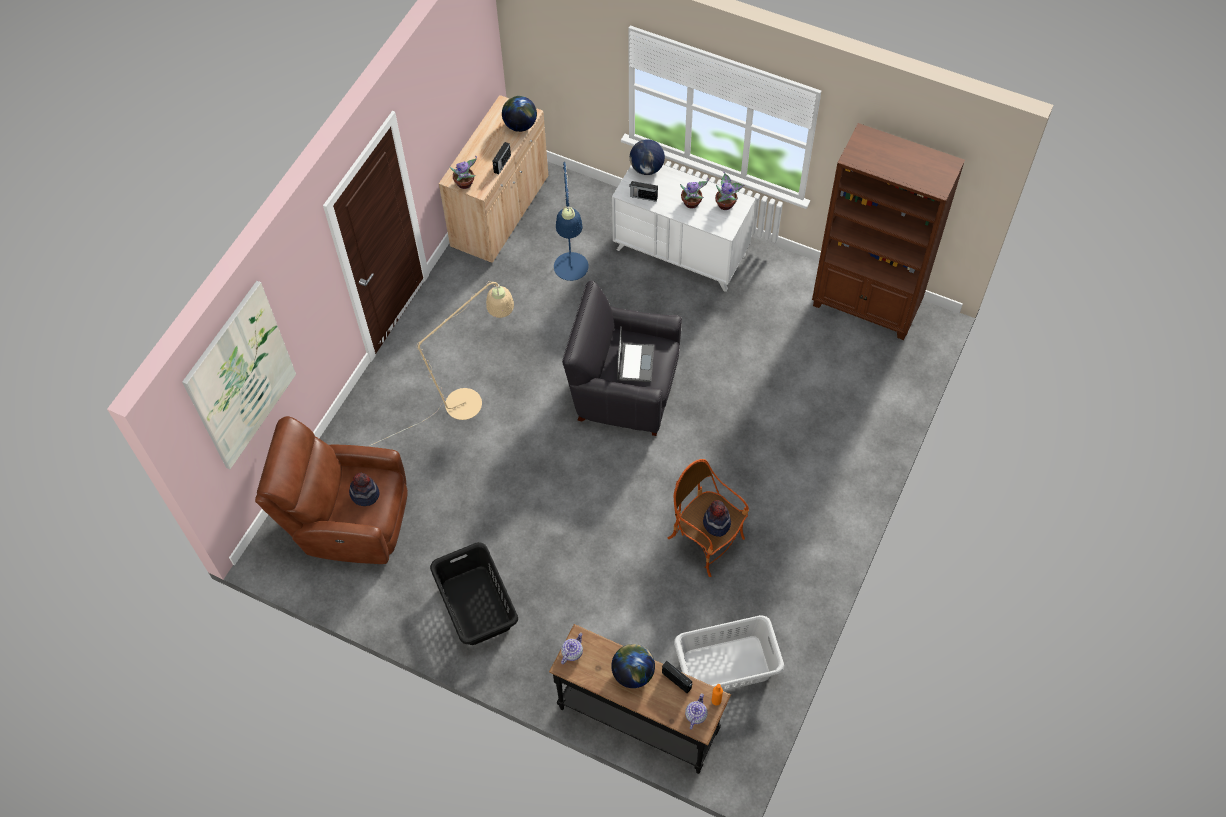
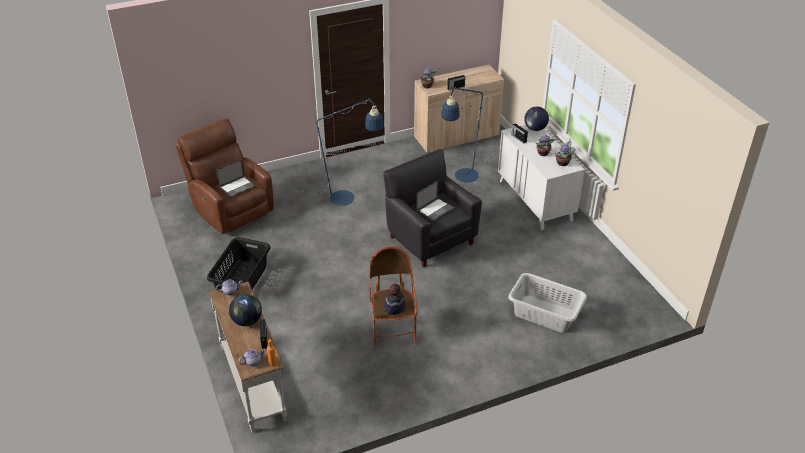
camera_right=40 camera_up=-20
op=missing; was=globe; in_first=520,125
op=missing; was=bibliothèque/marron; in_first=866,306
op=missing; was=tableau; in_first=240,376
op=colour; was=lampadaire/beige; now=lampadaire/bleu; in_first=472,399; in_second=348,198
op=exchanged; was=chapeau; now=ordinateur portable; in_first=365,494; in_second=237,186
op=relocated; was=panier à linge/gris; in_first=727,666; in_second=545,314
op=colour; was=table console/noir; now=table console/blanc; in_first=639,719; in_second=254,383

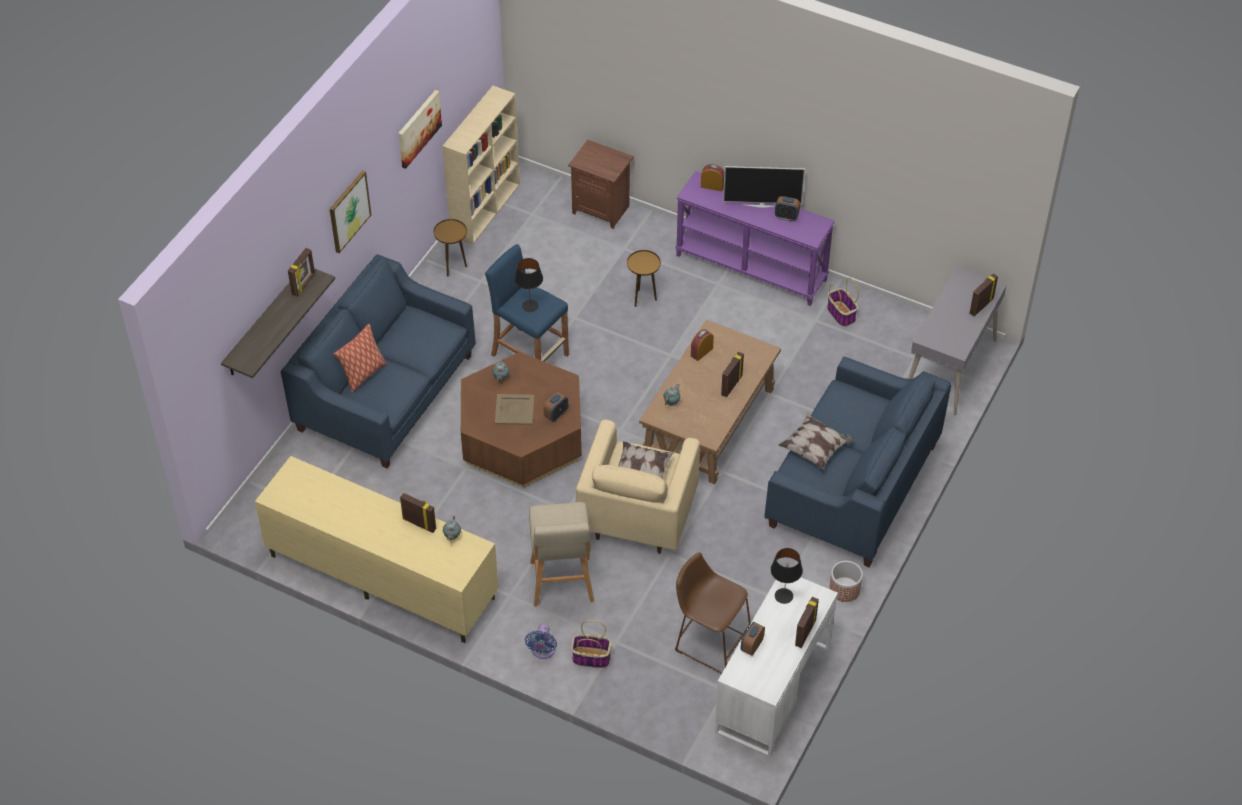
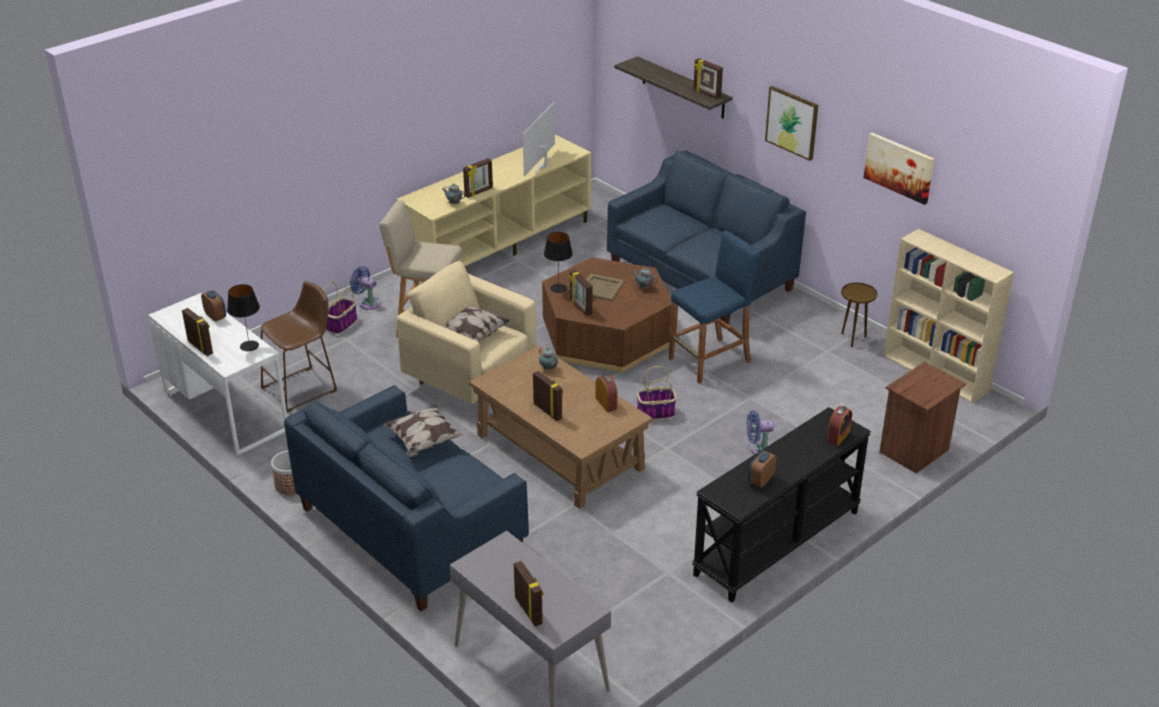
camera_right=110 camera_up=-15
op=relocated; was=téléviseur; in_first=762,205; in_second=543,166
op=colour; was=table console/violet; now=table console/noir; in_first=752,267; in_second=778,544
op=exchanged; was=table d'appoint/marron; now=ventilateur/bleu; in_first=643,298; in_second=759,449
op=relocated; was=lampe de table/noir; in_first=530,305; in_second=558,288
op=relocated; was=panier; in_first=841,314; in_second=655,413
op=missing; was=coussin; in_first=363,374
op=exchanged; was=réveil; now=cadre photo; in_first=556,415; in_second=580,307

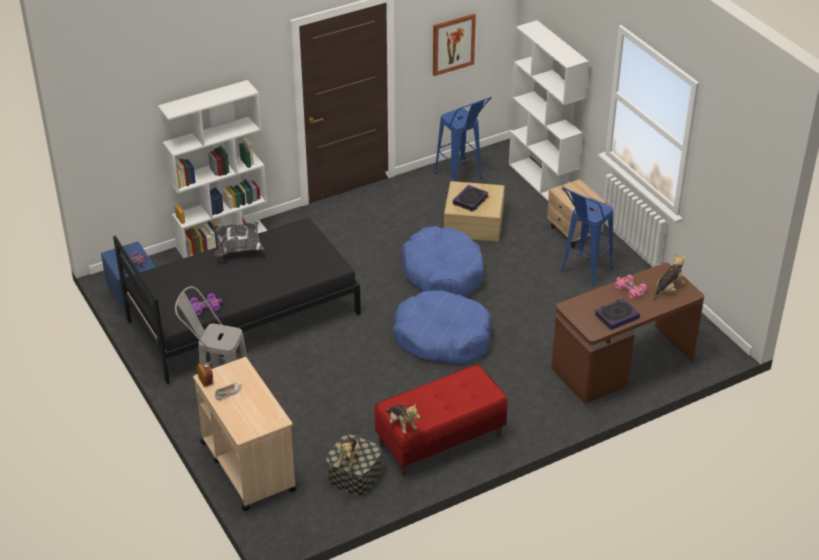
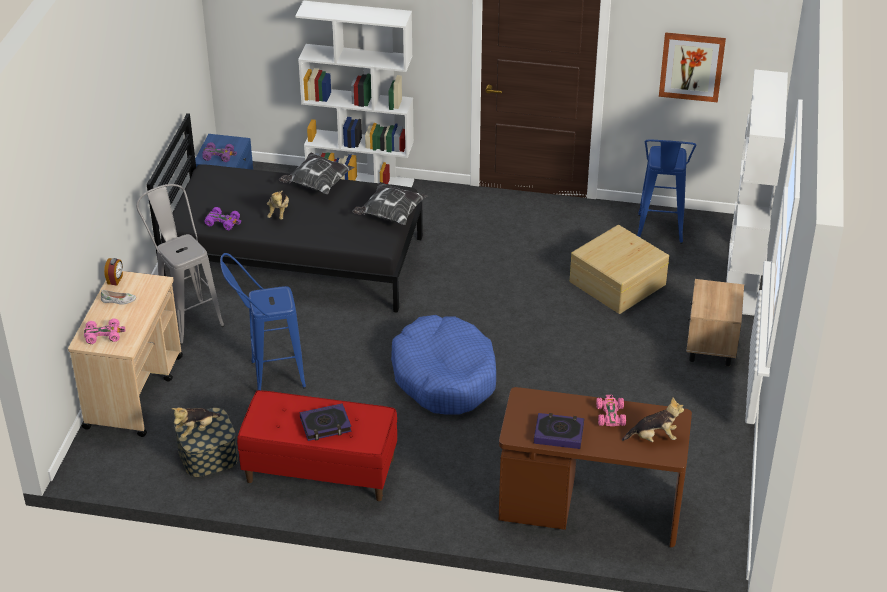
camera_right=40 camera_up=0
op=relocated; was=livre; in_first=470,200; in_second=325,425
op=relocated; was=tabouret/bleu; in_first=582,273; in_second=268,376
op=missing; was=panier pour chien/bleu; in_first=443,273
op=relocated; was=peluche; in_first=402,425; in_second=279,213
op=appeared; now=coussin; in_second=390,214
op=appeared; now=petite voiture/rose; in_second=104,335

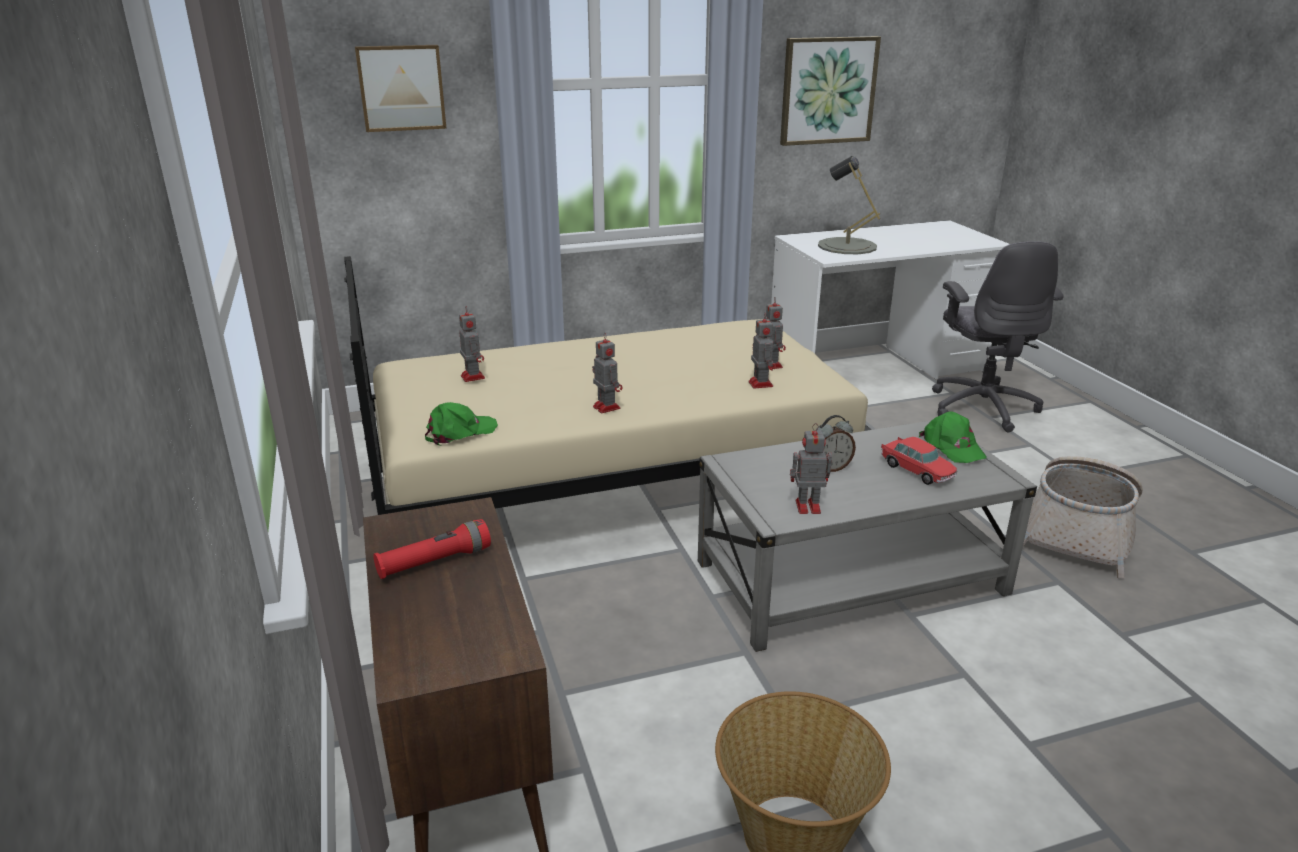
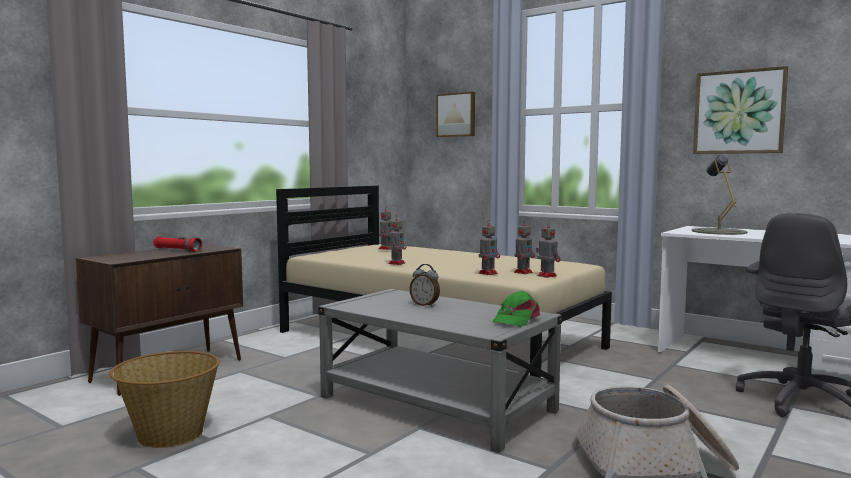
camera_right=55 camera_up=-20
op=missing; was=casquette/vert; in_first=459,432
op=relocated; was=robot jouet; in_first=806,507; in_second=546,275
op=missing; was=petite voiture; in_first=917,471

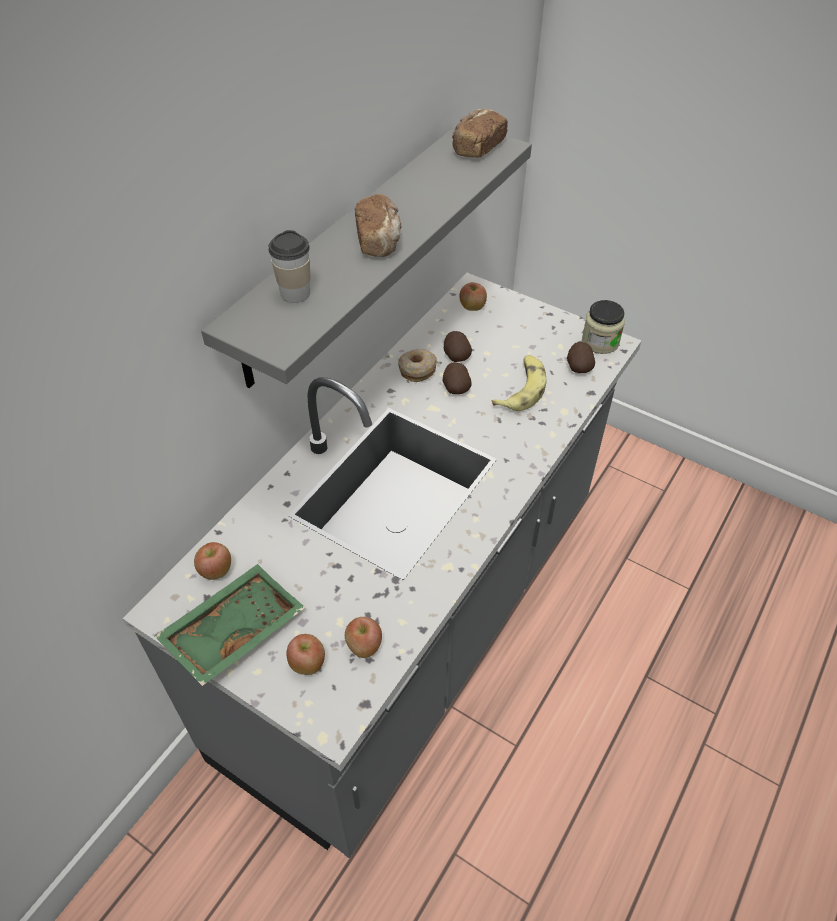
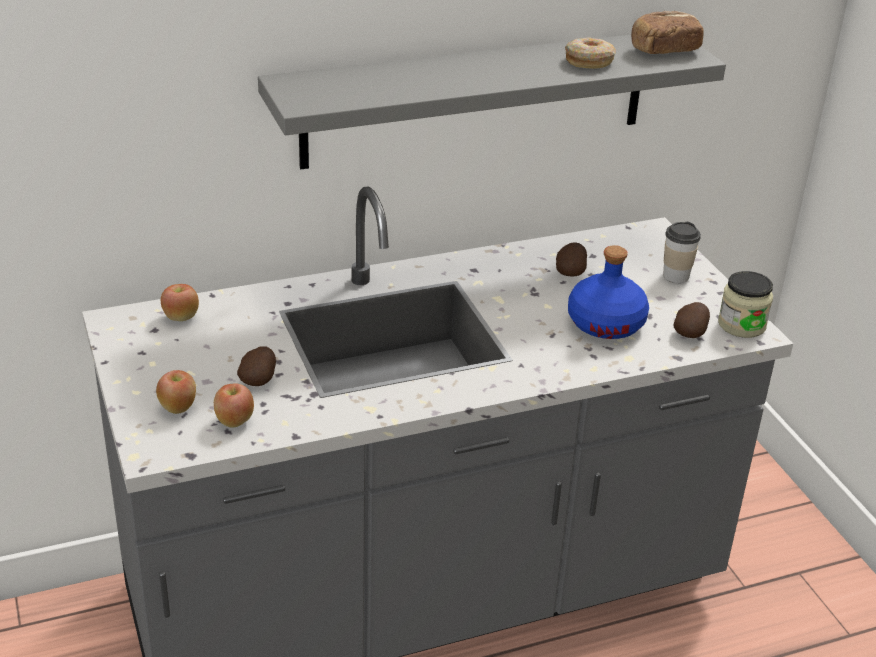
camera_right=35 camera_up=-15
op=missing; was=pain; in_first=379,240
op=relocated; was=tasse; in_first=295,293; in_second=676,276
op=missing; was=pomme; in_first=472,308
op=relocated; was=beignet; in_first=417,370; in_second=589,61
op=exchanged; was=banane; now=bouteille/bleu; in_first=521,389; in_second=605,323
op=relocated; was=pomme de terre; in_first=455,387; in_second=259,379
op=missing; was=plateau/vert; in_first=233,629

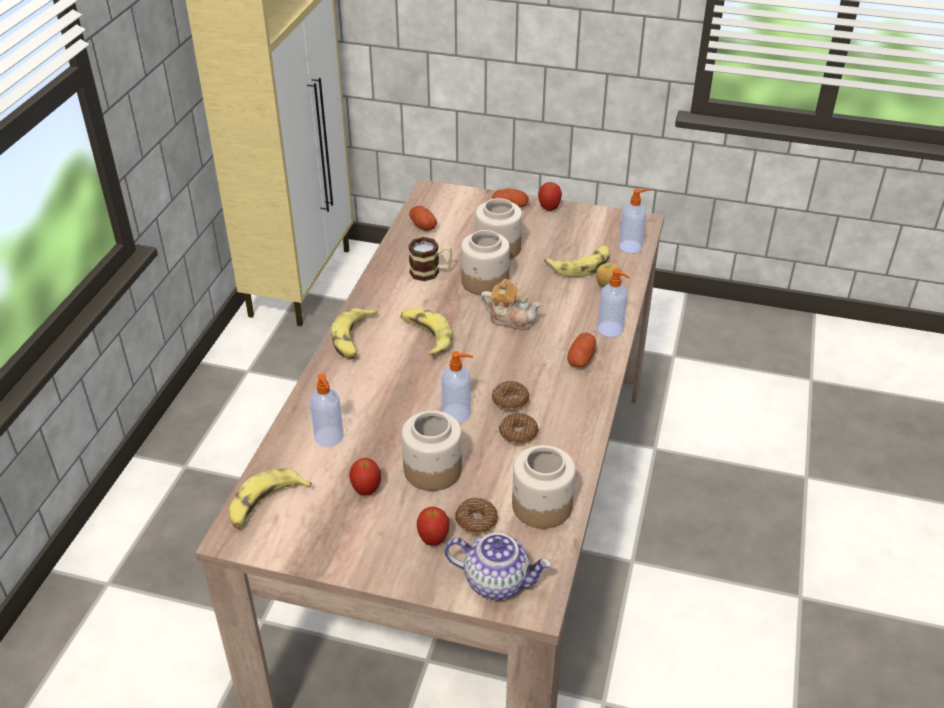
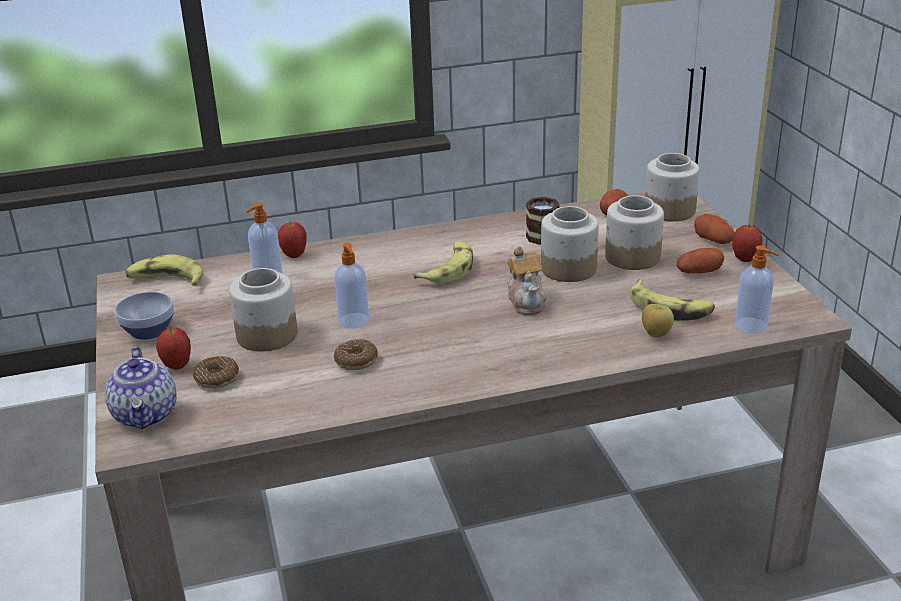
camera_right=60 camera_up=-10
op=missing; was=distributeur de savon; in_first=611,329
op=missing; was=banane; in_first=354,339
op=relocated; was=pomme de terre; in_first=581,359; in_second=699,272
op=missing; was=beignet; in_first=510,400
op=relocated; was=bocal; in_first=541,506; in_second=669,210
op=relocated; was=pomme; in_first=366,490; in_second=294,255
op=appeared; now=bol; in_second=147,331

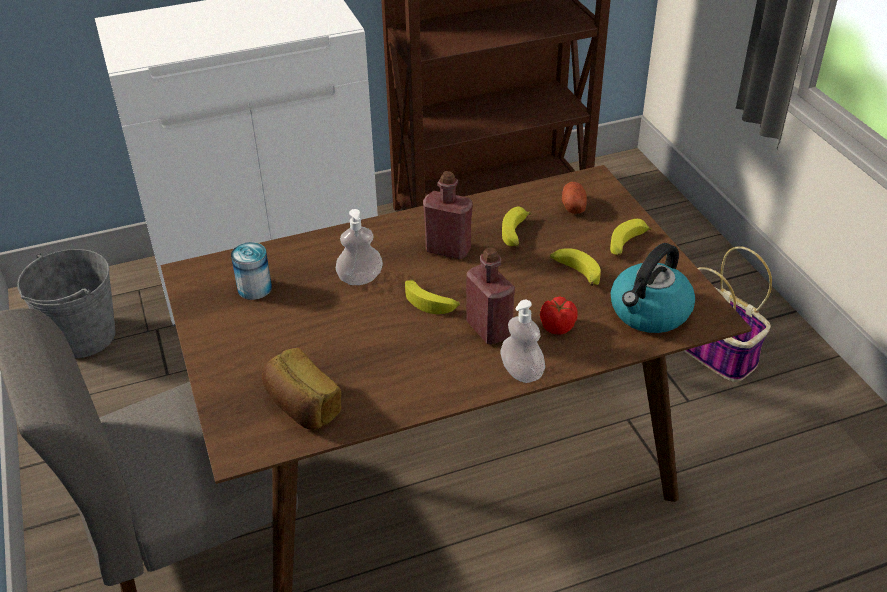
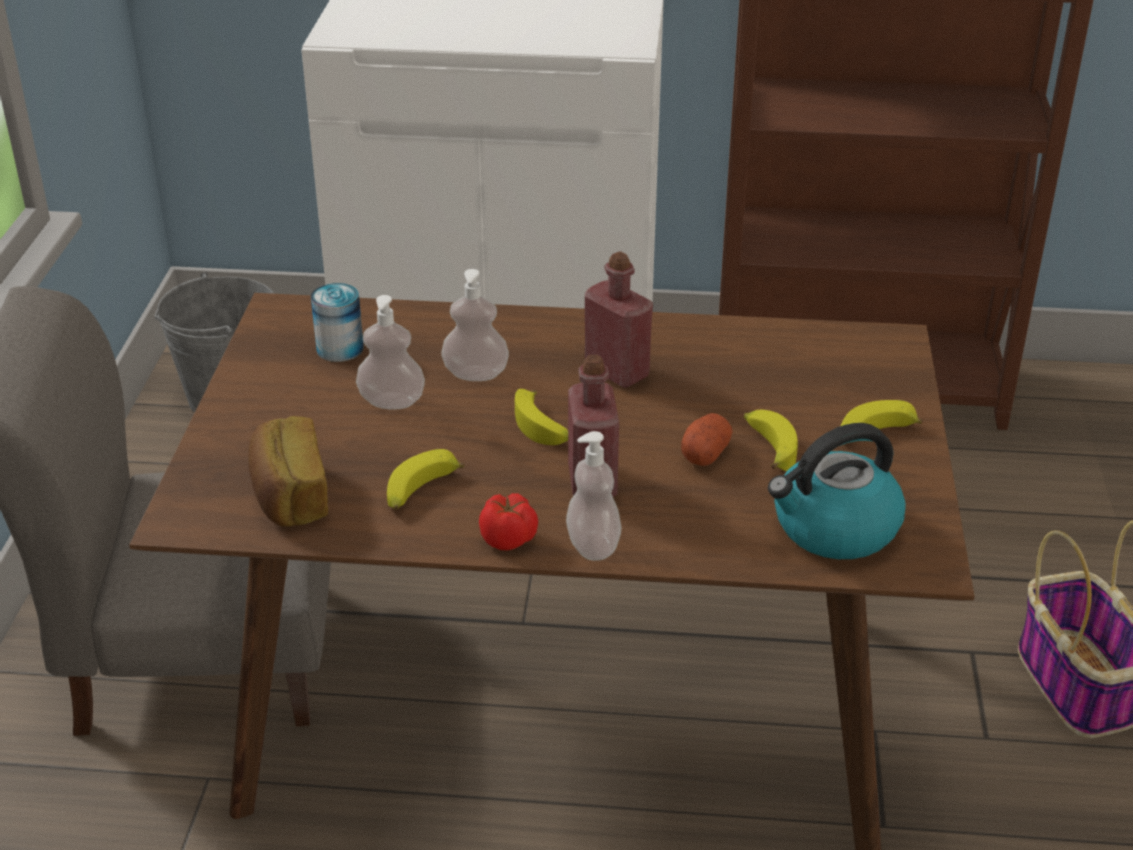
camera_right=25 camera_up=-5
op=relocated; was=pomme de terre; in_first=573,206; in_second=705,453
op=relocated; was=banane; in_first=516,234; in_second=420,492
op=relocated; was=tomate; in_first=558,326; in_second=509,539
op=appeared; now=distributeur de savon; in_second=392,402

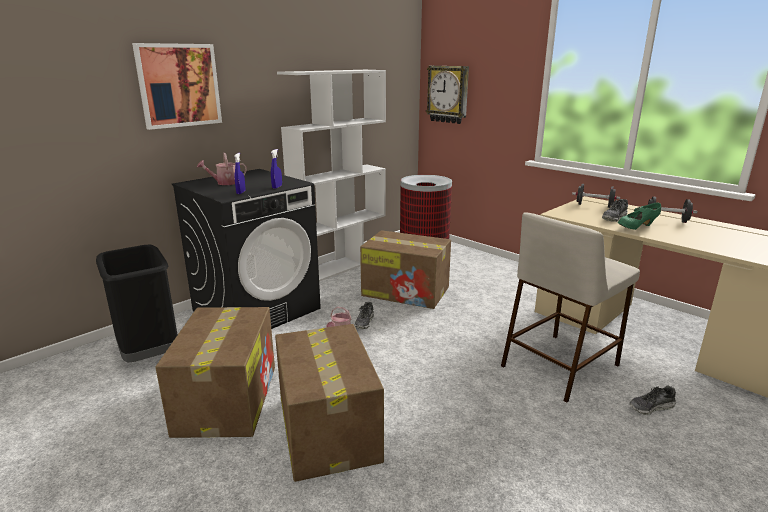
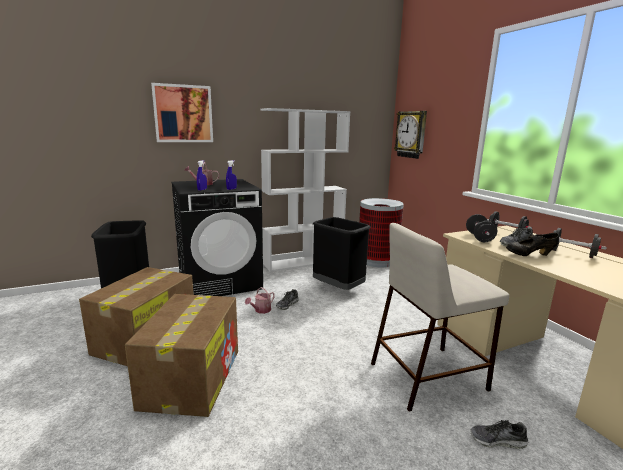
camera_right=20 camera_up=-5
op=colour; was=chaussure/vert; now=chaussure/noir; in_first=637,228; in_second=529,255
op=exchanged; was=carton; now=poubelle/noir; in_first=406,291; in_second=338,288
op=appeared; now=haltère/noir; in_second=479,238

